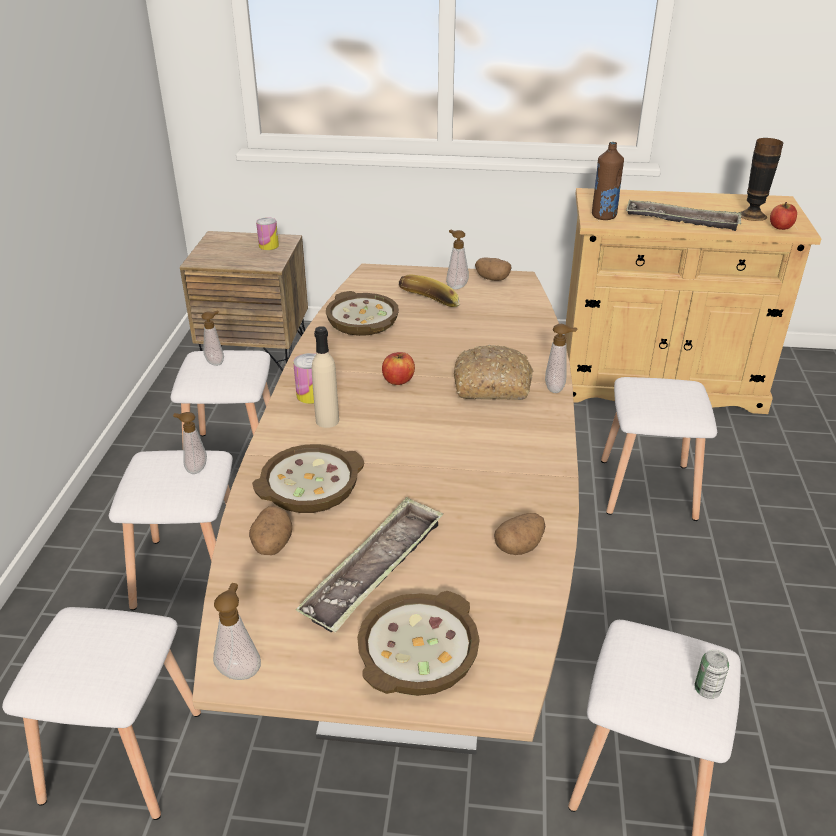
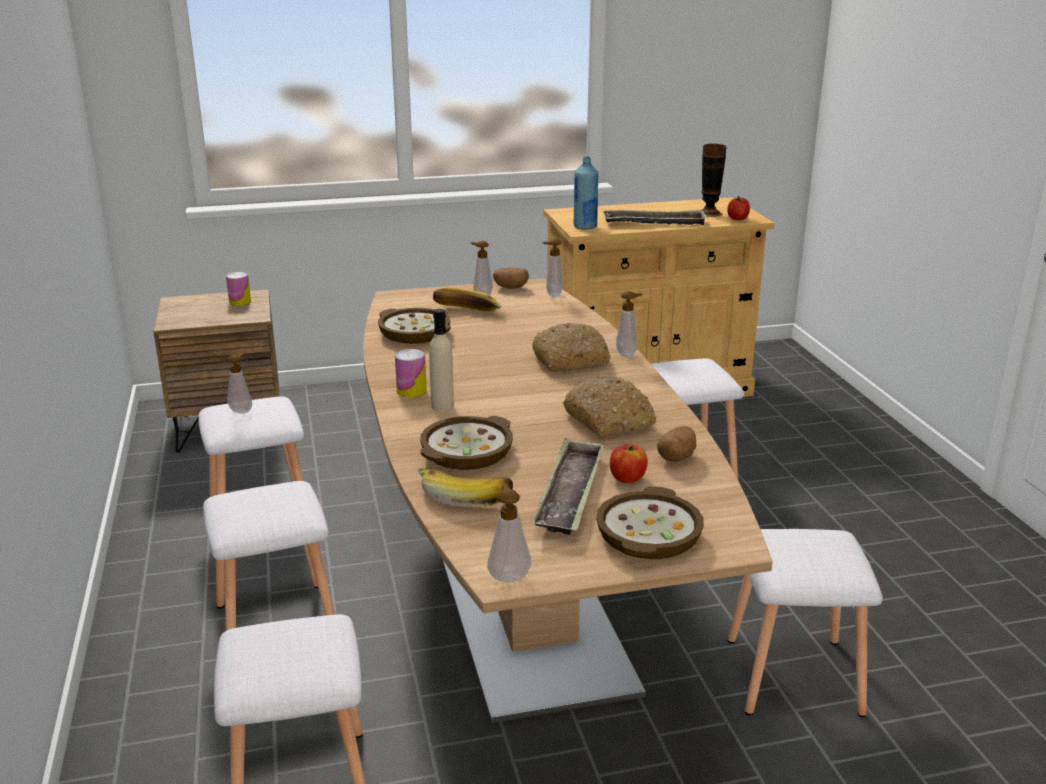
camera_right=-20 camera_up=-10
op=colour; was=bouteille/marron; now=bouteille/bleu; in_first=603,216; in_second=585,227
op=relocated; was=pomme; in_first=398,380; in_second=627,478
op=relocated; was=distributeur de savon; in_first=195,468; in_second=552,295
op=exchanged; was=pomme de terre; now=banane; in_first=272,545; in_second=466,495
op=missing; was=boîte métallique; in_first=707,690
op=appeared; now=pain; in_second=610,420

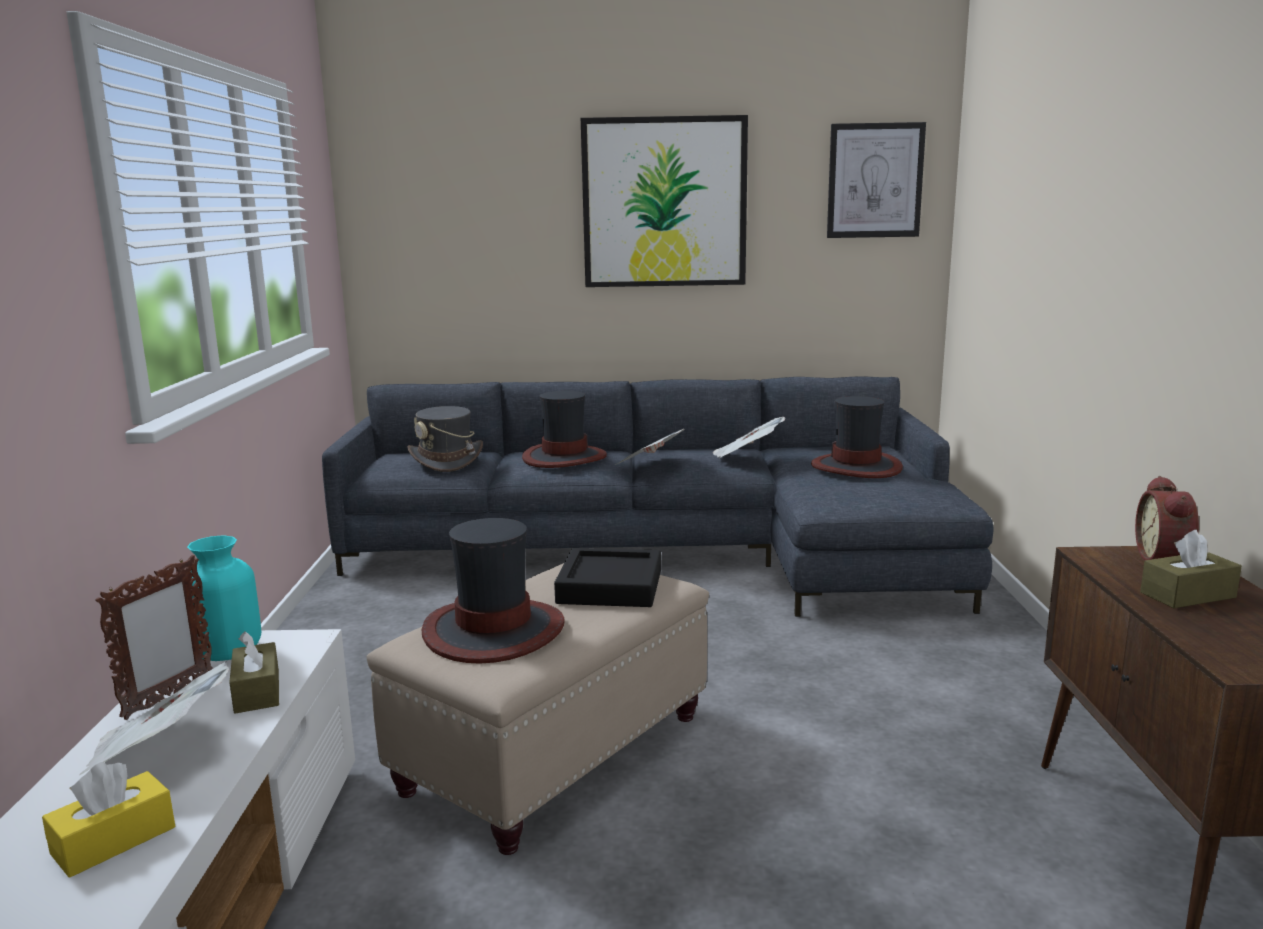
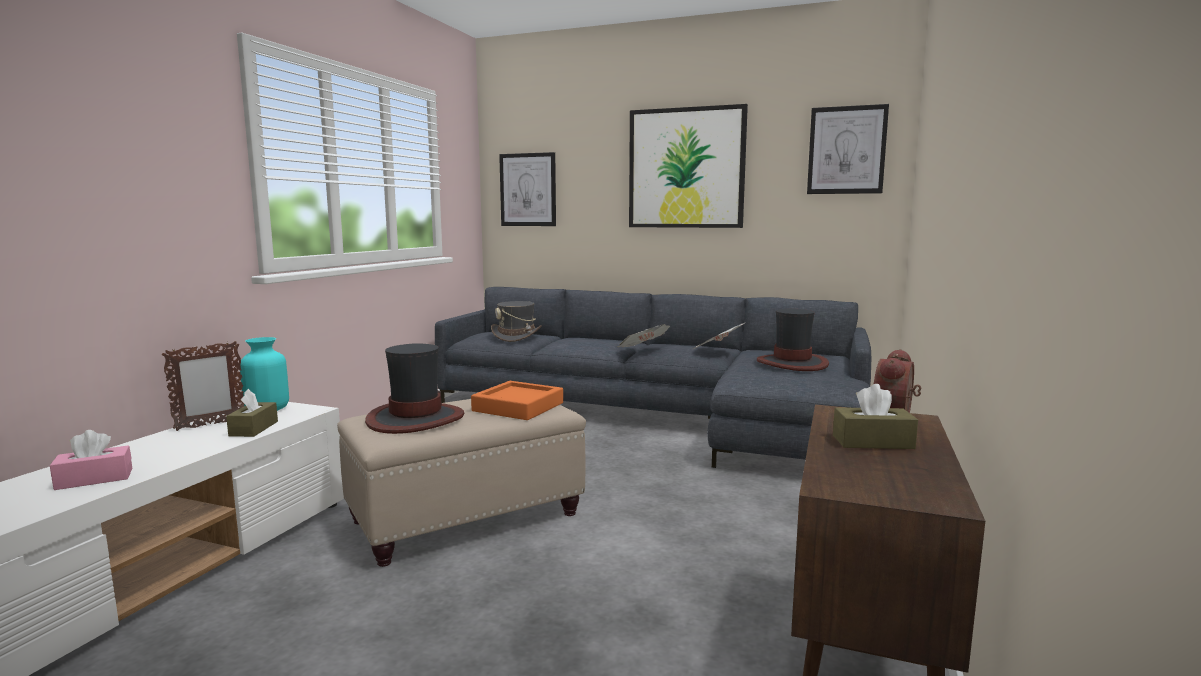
camera_right=20 camera_up=-5
op=missing; was=chapeau; in_first=564,457
op=colour; was=plateau/noir; now=plateau/orange; in_first=610,587; in_second=518,407
op=missing; was=journal; in_first=161,751
op=colour; was=boîte à mouchoirs/jaune; now=boîte à mouchoirs/rose; in_first=114,840; in_second=94,479
op=appeared; now=tableau; in_second=528,190

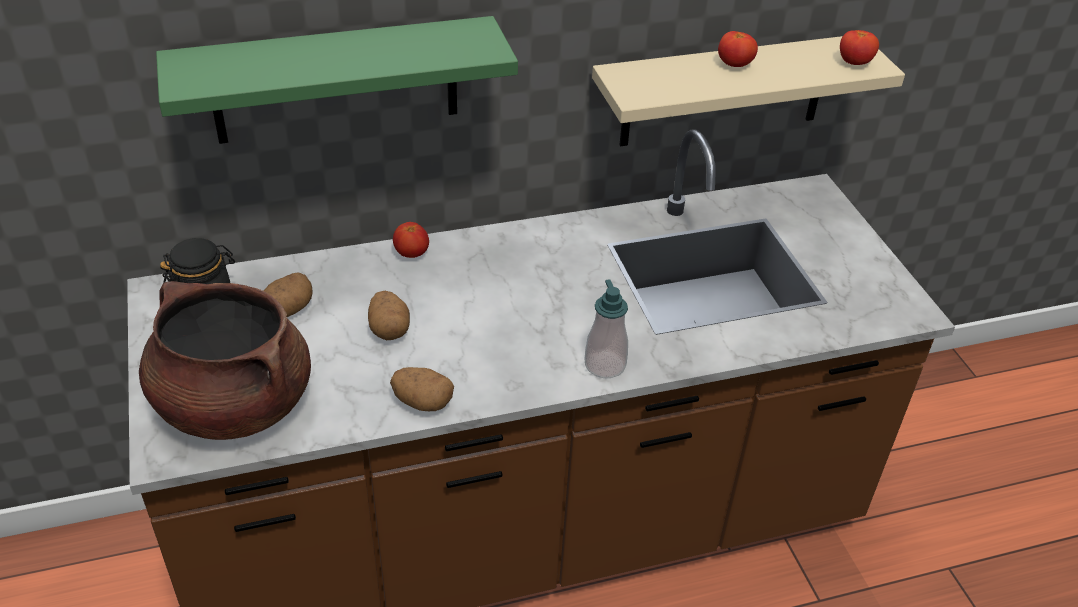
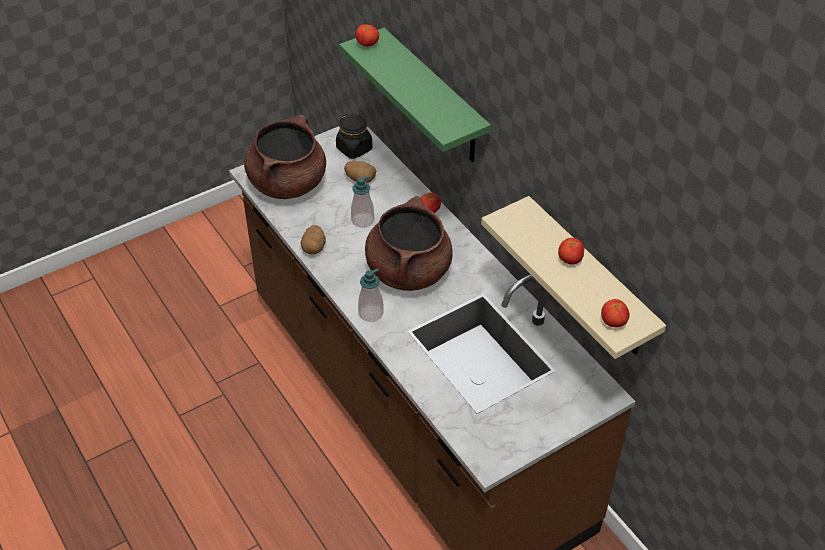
camera_right=75 camera_up=5
op=exchanged; was=pomme de terre; now=distributeur de savon; in_first=389,329; in_second=362,220
op=appeared; now=tomate; in_second=367,44
op=appeared; now=marmite/marron; in_second=408,271

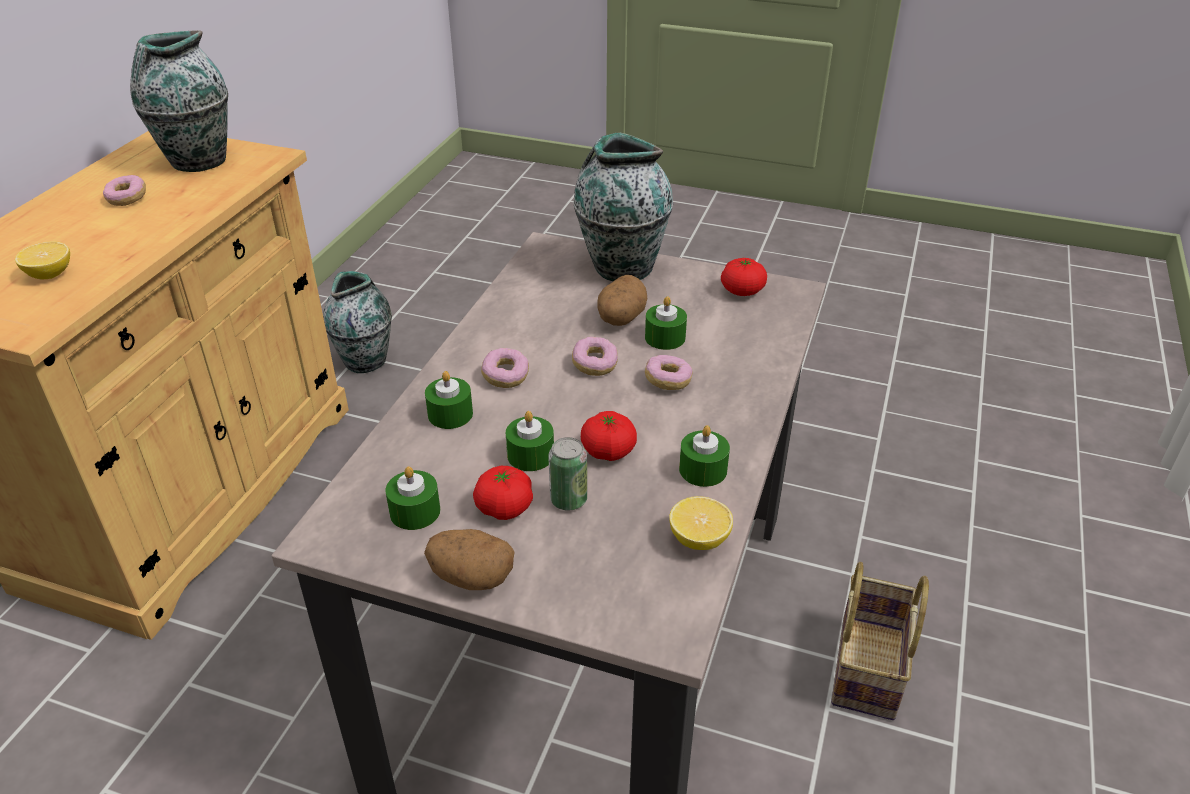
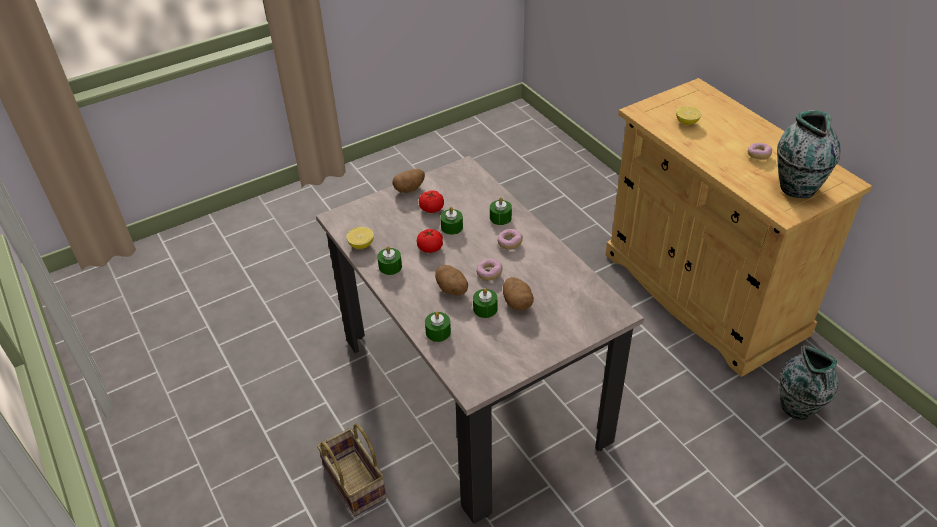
camera_right=130 camera_up=5
op=missing; was=vase; in_first=621,268
op=missing; was=tomate; in_first=742,291
op=exchanged; was=beignet; now=pomme de terre; in_first=668,381; in_second=452,290
op=missing; was=boîte métallique; in_first=568,500
op=relocated; was=bougie/vert; in_first=415,511; in_second=438,332

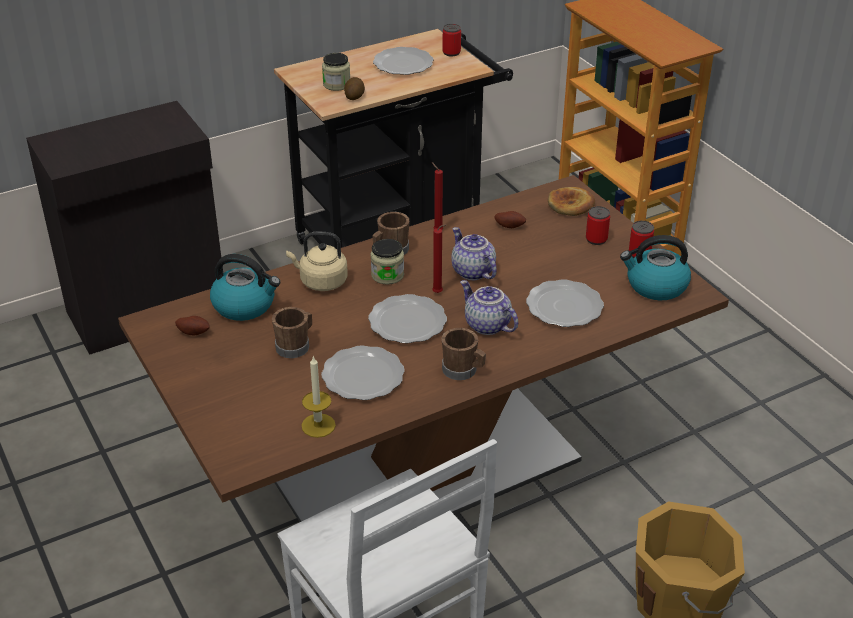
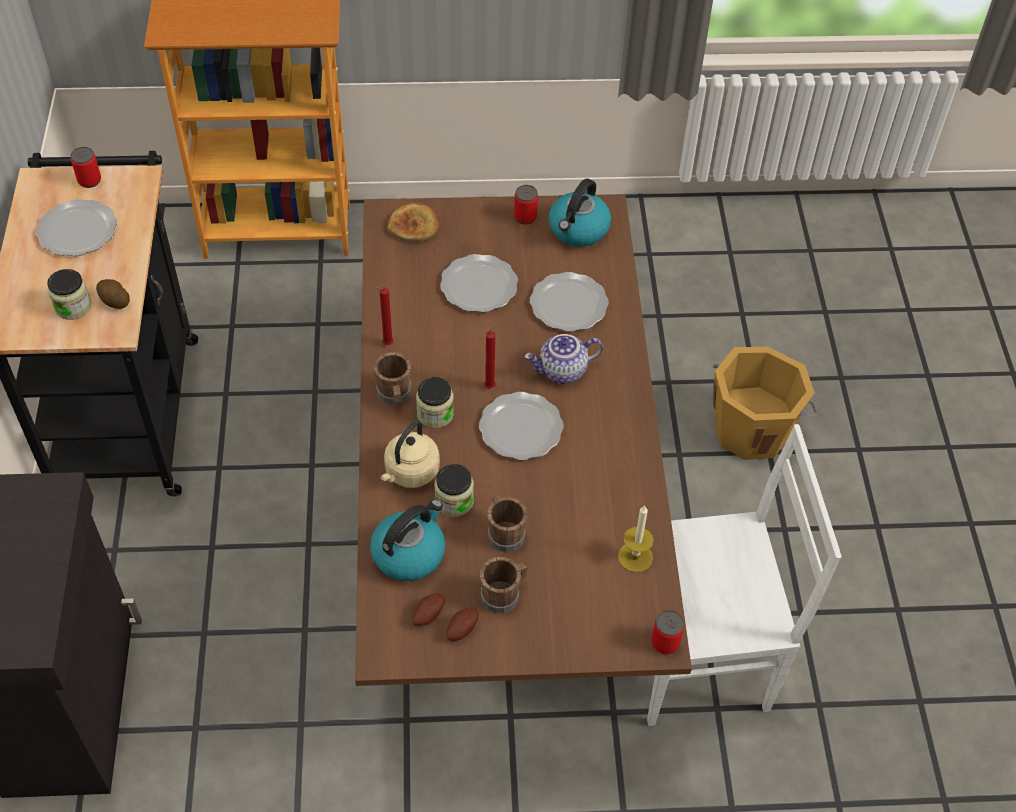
camera_right=-65 camera_up=15
op=relocated; was=boîte métallique; in_first=596,239; in_second=665,643
op=relocated; was=pomme de terre; in_first=510,226; in_second=461,629
op=missing; was=théière; in_first=472,272
op=relocated; was=mug/marron; in_first=463,371; in_second=503,594
op=relocated; was=assiette; in_first=362,375; in_second=478,286
op=appeared; now=bocal; in_second=454,501

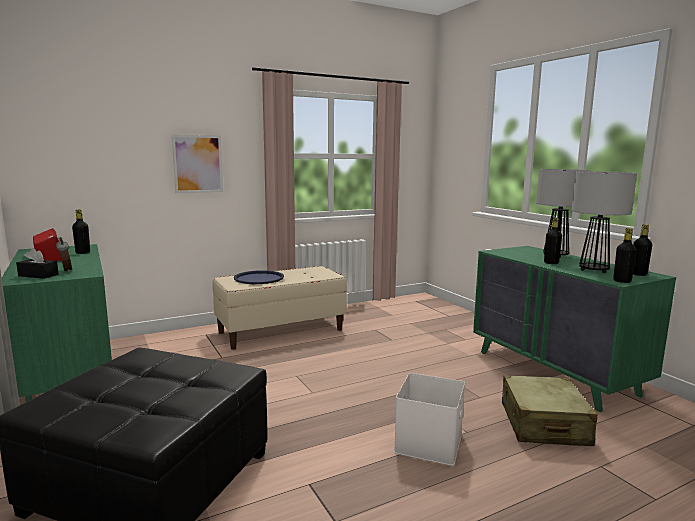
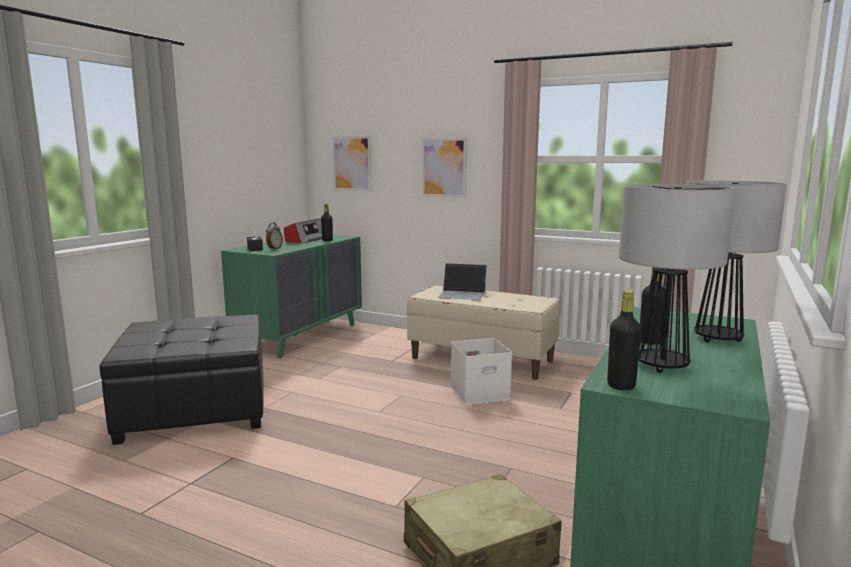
camera_right=55 camera_up=0
op=missing; was=bouteille/noir; in_first=638,274
op=exchanged; was=plateau/bleu; now=ordinateur portable; in_first=259,278; in_second=462,294
op=relocated; was=boîte de rangement/blanc; in_first=429,444; in_second=479,393
op=appeared; now=tableau; in_second=352,163

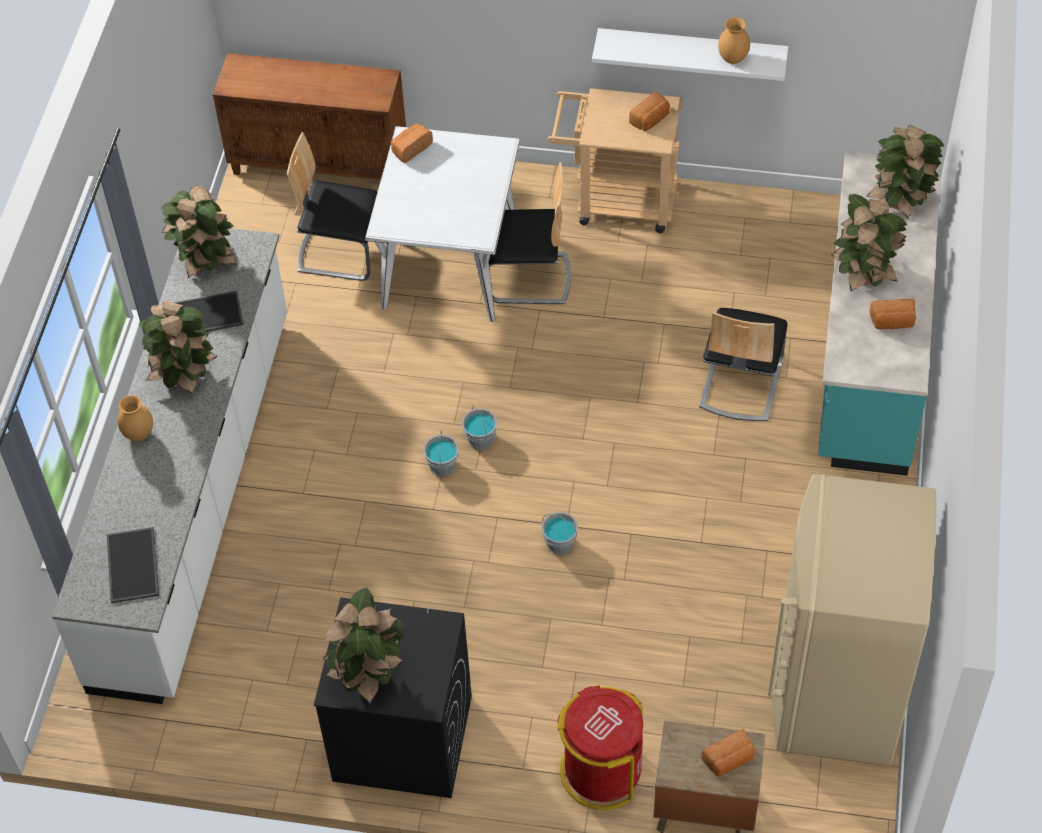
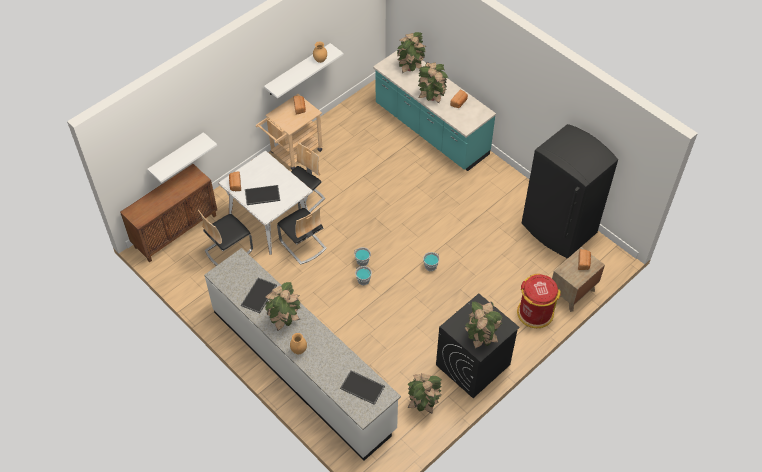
camera_right=-55 camera_up=0
op=relocated; was=plante en pot; in_first=205,263; in_second=423,404
op=relocated; was=chaise; in_first=740,384; in_second=303,245
op=colour; was=réfrigérateur/beige; now=réfrigérateur/noir; in_first=835,695; in_second=558,229
op=appeared; now=étagère/blanc; in_second=177,156
op=appeared; now=plateau; in_second=262,195

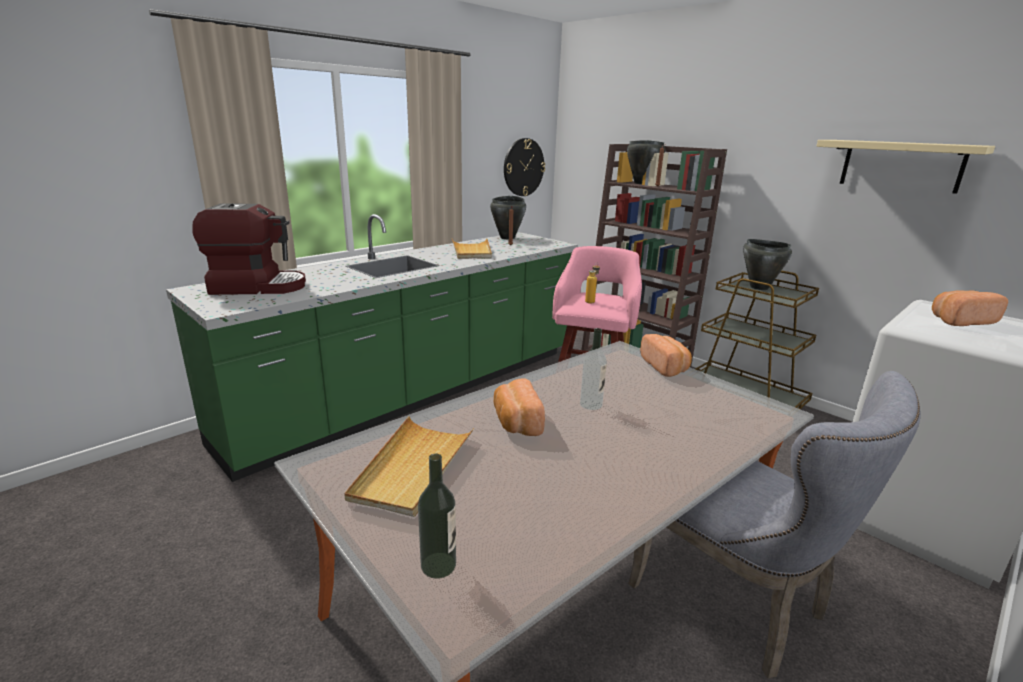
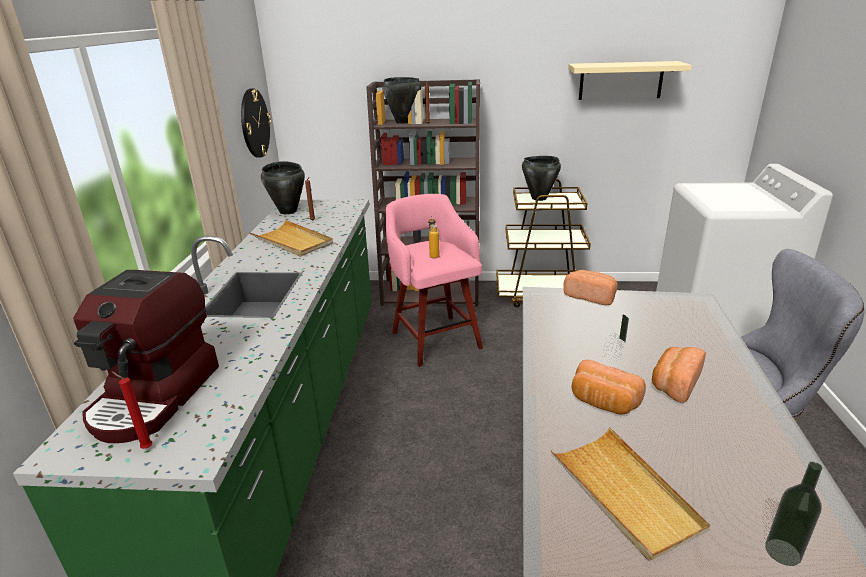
camera_right=-40 camera_up=5
op=spun; was=machine à café; in_first=258,286; in_second=156,396; clockwise=150
op=relocated; was=pain; in_first=959,321; in_second=674,384
op=appeared; now=bougie/rouge; in_second=145,448

